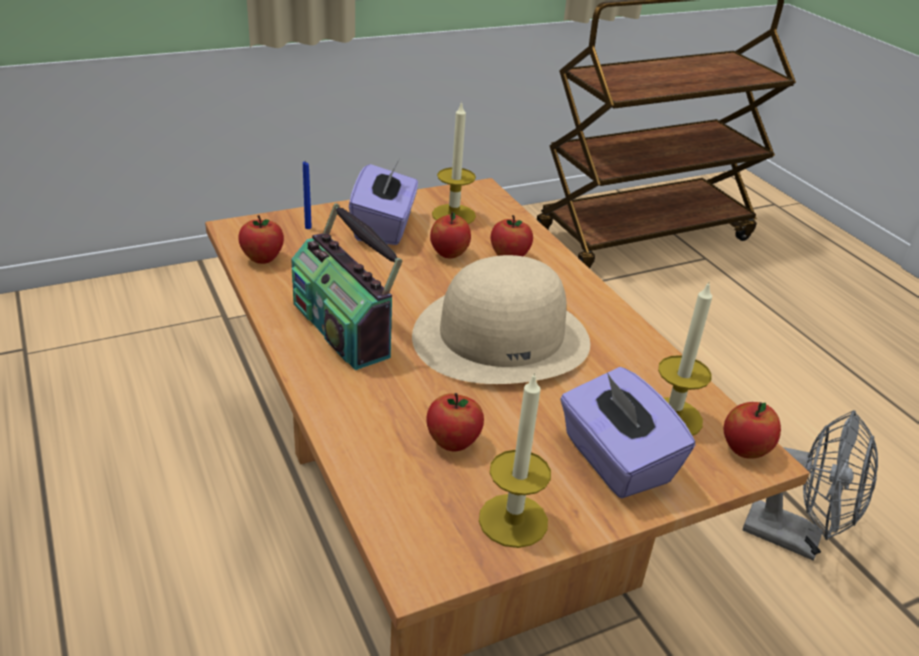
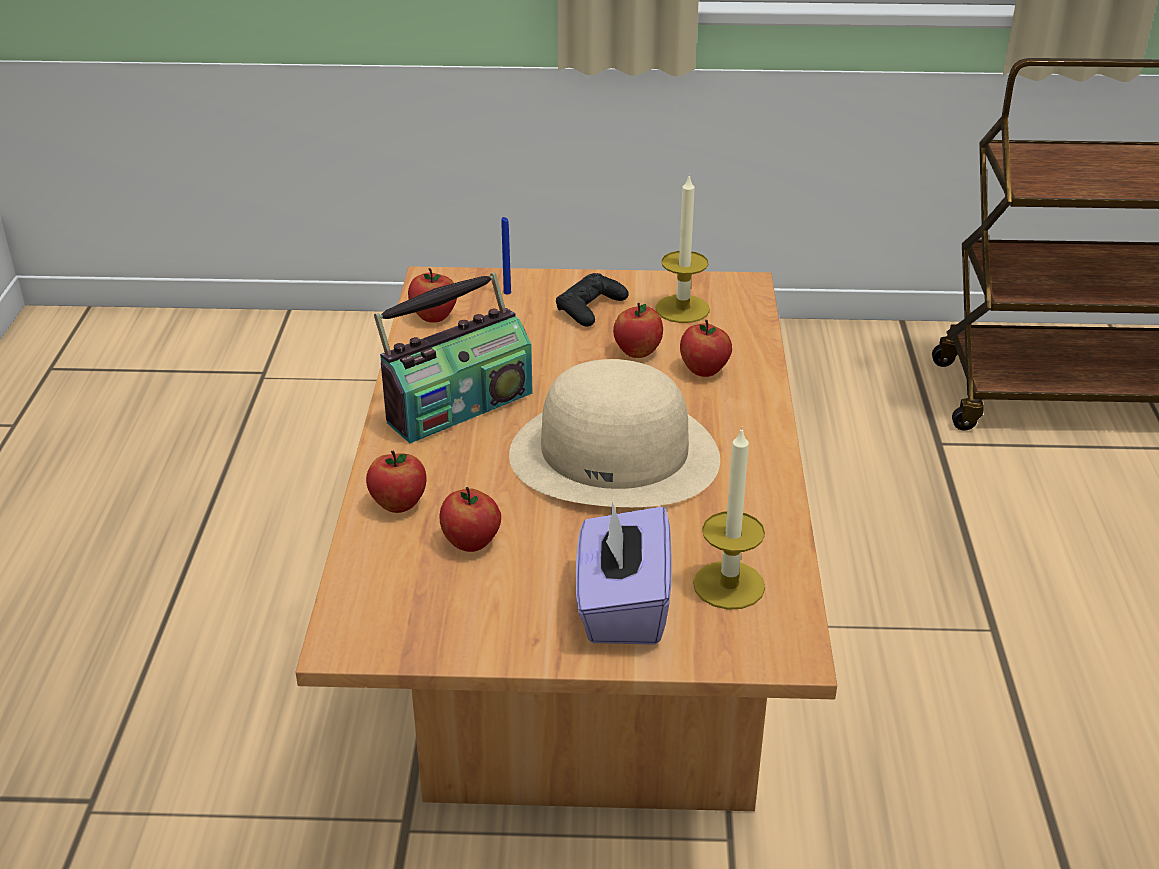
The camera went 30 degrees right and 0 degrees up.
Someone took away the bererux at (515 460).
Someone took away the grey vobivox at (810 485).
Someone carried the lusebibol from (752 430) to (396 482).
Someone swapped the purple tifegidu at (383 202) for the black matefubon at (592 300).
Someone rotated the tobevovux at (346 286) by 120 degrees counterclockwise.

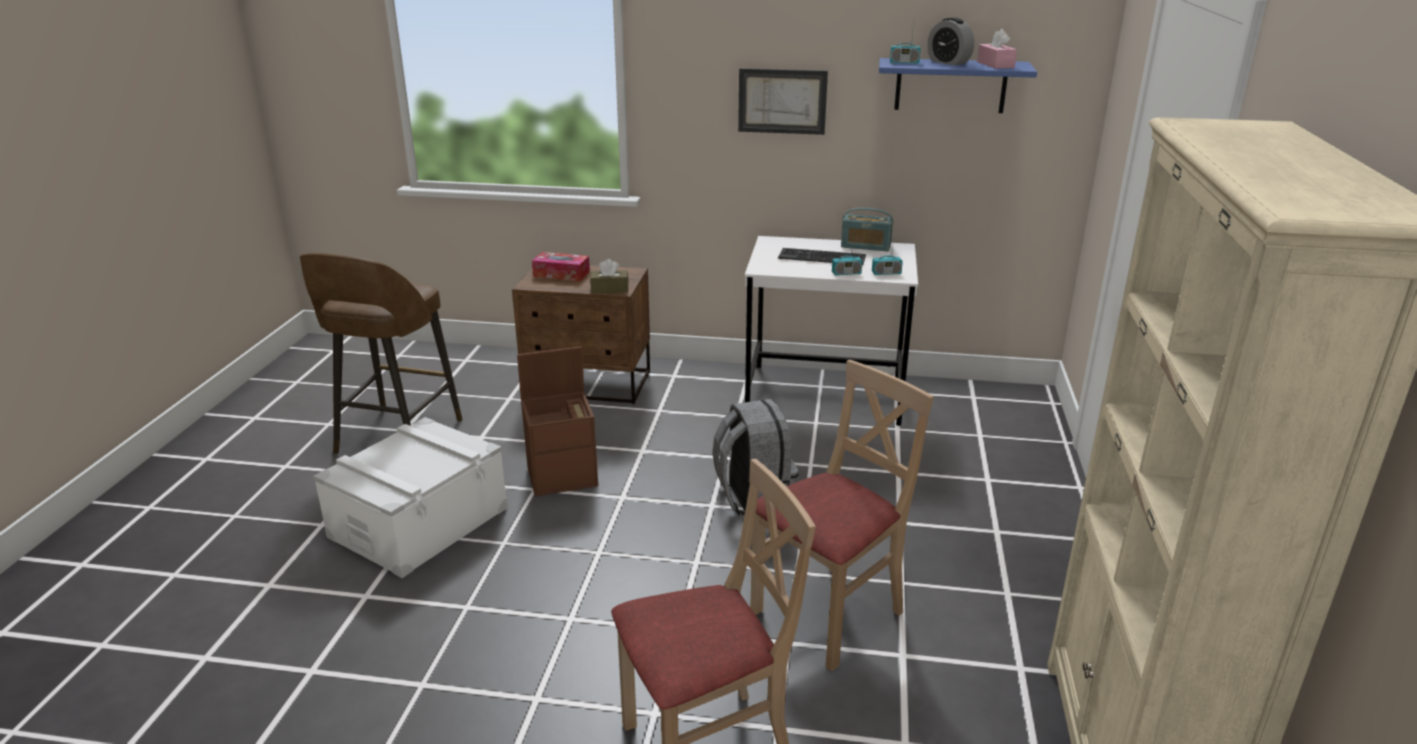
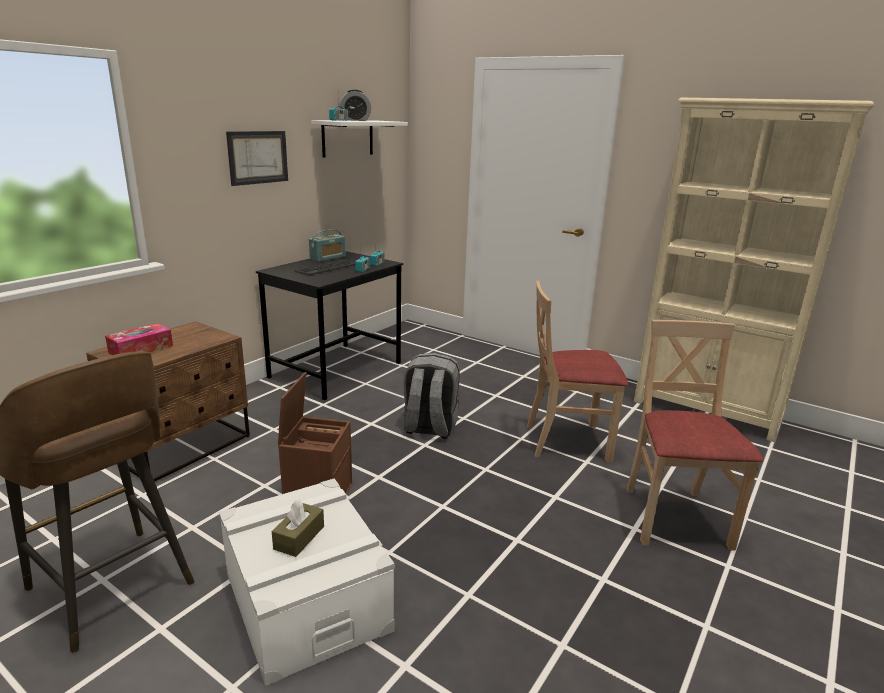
The camera went 65 degrees left and 5 degrees down.
Someone took away the pink tifegidu at (997 49).
Someone carried the brown tifegidu from (609 276) to (298 528).
Someone repainted the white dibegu at (831 331), which became the black dibegu at (329 325).
Someone repainted the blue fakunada at (958 85), which became the white fakunada at (359 138).
Someone rotated the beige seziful at (842 515) by 75 degrees counterclockwise.

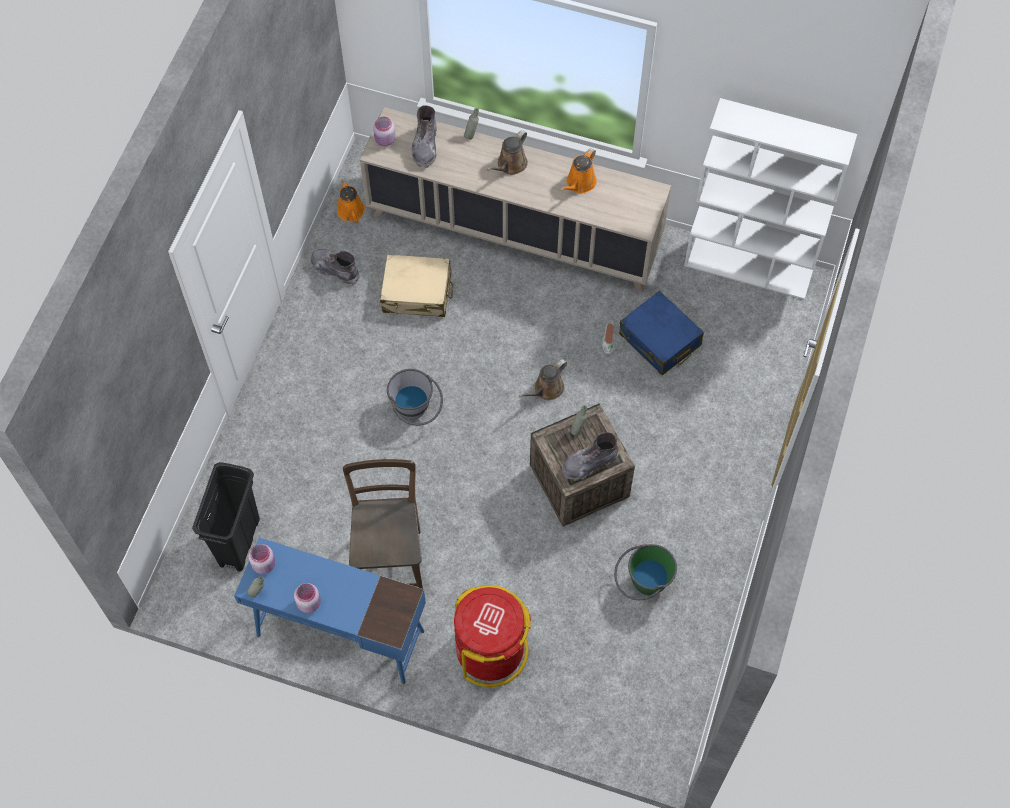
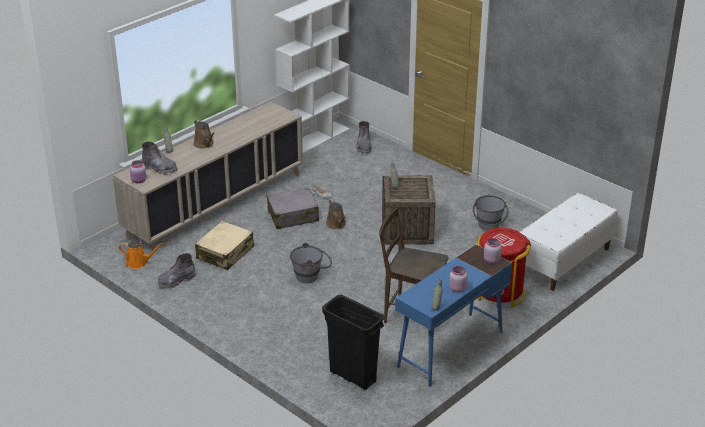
The camera went 65 degrees left and 30 degrees down.
Someone took away the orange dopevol at (578 171).
Someone took away the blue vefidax at (661 333).
Someone put down the grey vefidax at (293 208).
Someone put down the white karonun at (569 242).
Someone carried the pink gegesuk from (261 559) to (493 251).
Someone carried the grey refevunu from (590 456) to (364 137).
Someone repainted the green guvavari at (645 572), which became the grey guvavari at (490 212).

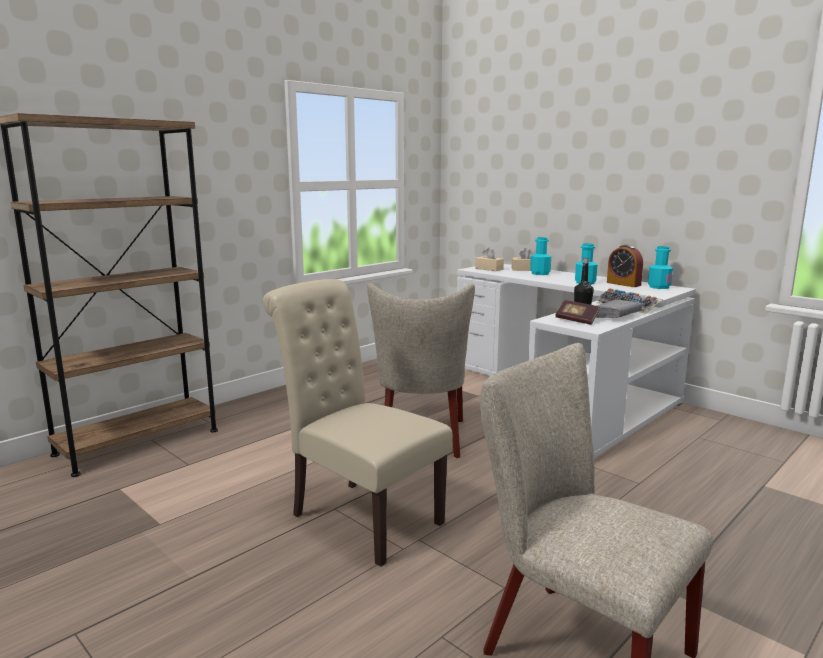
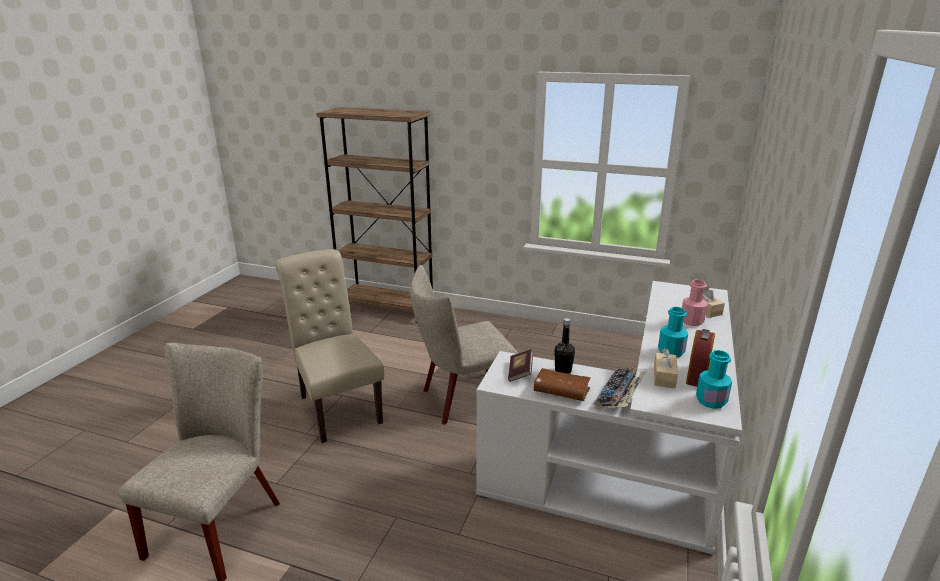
The camera went 65 degrees right and 10 degrees up.
Someone carried the beige tifegidu from (489 259) to (666 368).
Someone repainted the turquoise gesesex at (540 256), which became the pink gesesex at (695 303).
Someone repainted the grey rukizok at (619 308), which became the brown rukizok at (562 384).
Someone rotated the beige seziful at (358 423) by 45 degrees counterclockwise.

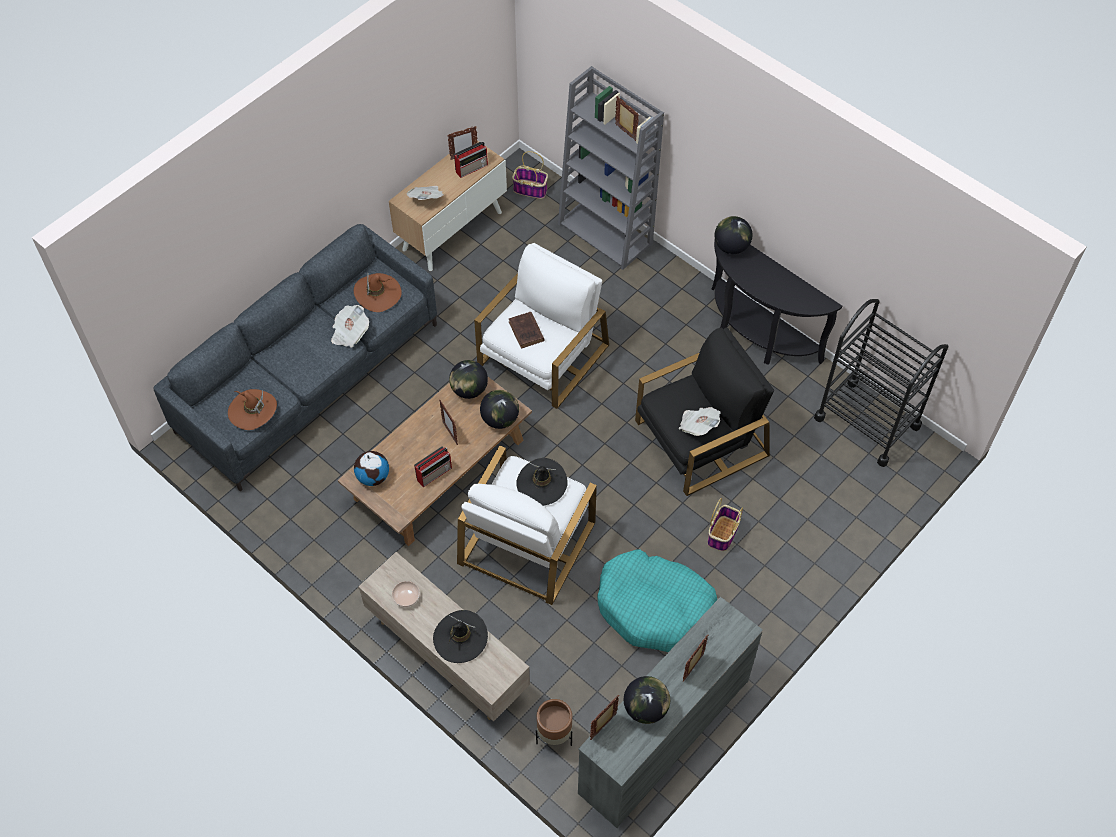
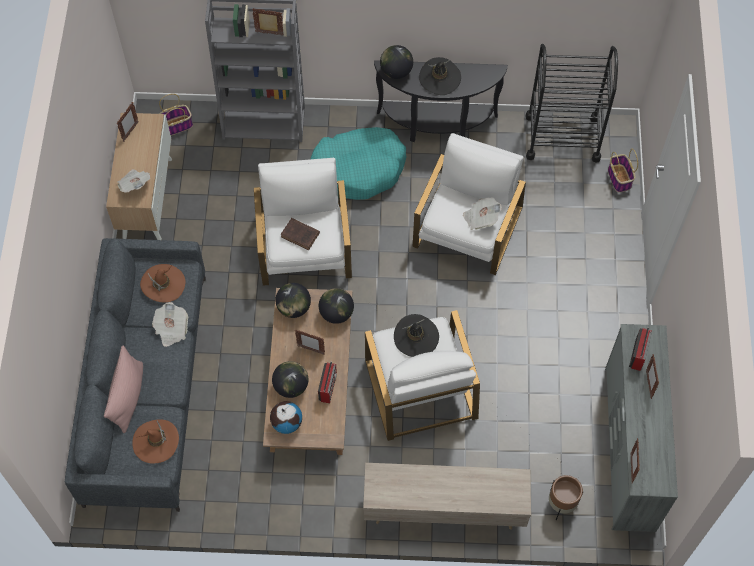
The camera went 40 degrees left and 5 degrees up.
Someone took away the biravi at (406 594).
Someone put down the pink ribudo at (123 389).
Someone carried the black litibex from (460 636) to (440 76).
Someone carried the tobevovux from (471 160) to (640 349).
Someone carried the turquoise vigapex from (657 600) to (358 163).
Someone carried the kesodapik from (647 700) to (290 379).
Someone carried the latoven from (725 524) to (623 171).
Someone repainted the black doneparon at (704 411), which became the white doneparon at (469 204).

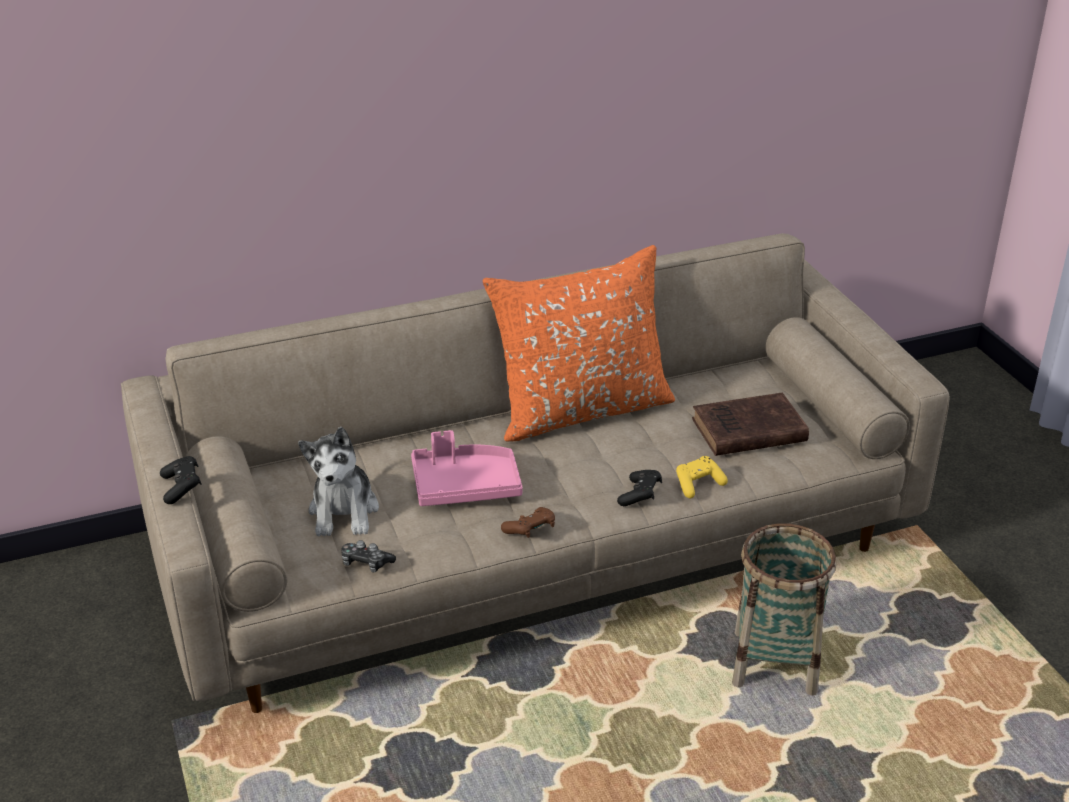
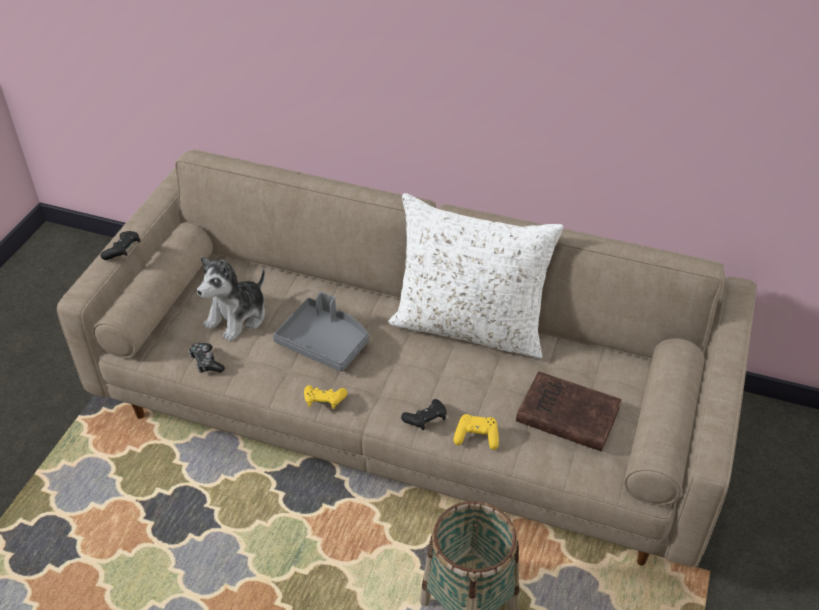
The camera went 40 degrees right and 10 degrees up.
Someone repainted the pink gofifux at (467 468), which became the grey gofifux at (321 332).
Someone repainted the orange ribudo at (579 343), which became the white ribudo at (476 276).
Someone repainted the brown matefubon at (528 522), which became the yellow matefubon at (325 397).

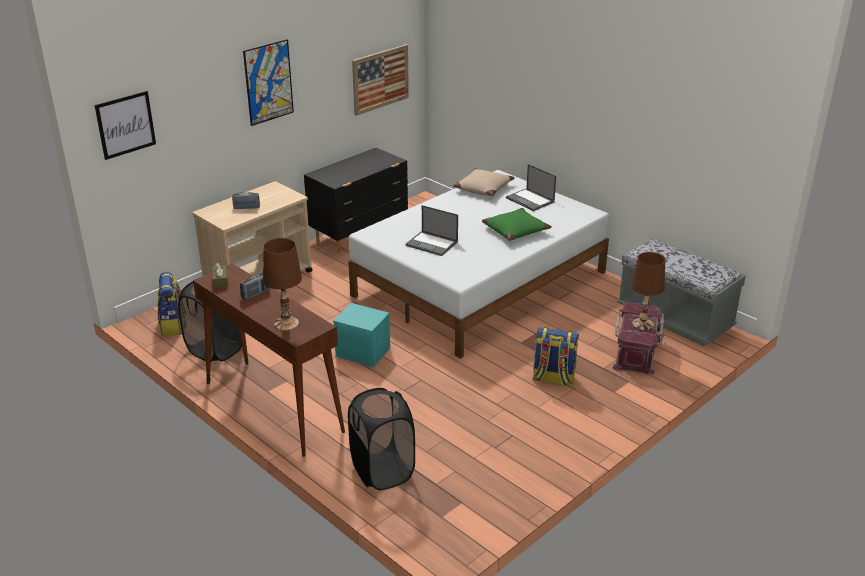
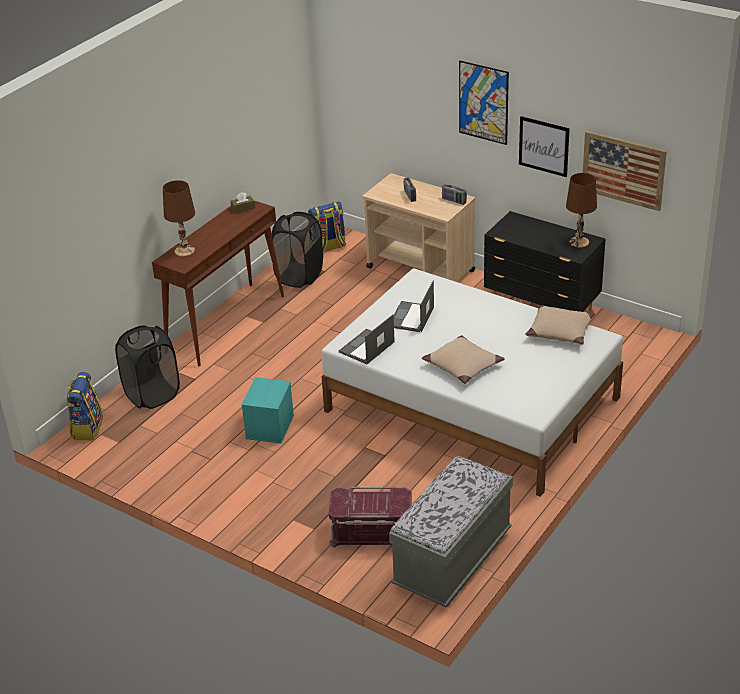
The camera went 80 degrees right and 5 degrees up.
Someone carried the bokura from (125 125) to (544 146).
Someone carried the tobevovux from (255 286) to (454 194).
Someone carried the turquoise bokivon from (362 335) to (268 410).
Someone carried the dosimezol from (531 187) to (367 339).
Someone carried the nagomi from (555 357) to (85 406).
Someone carried the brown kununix from (648 291) to (581 210).
Someone repainted the green ribudo at (517 224), which became the beige ribudo at (463 359).

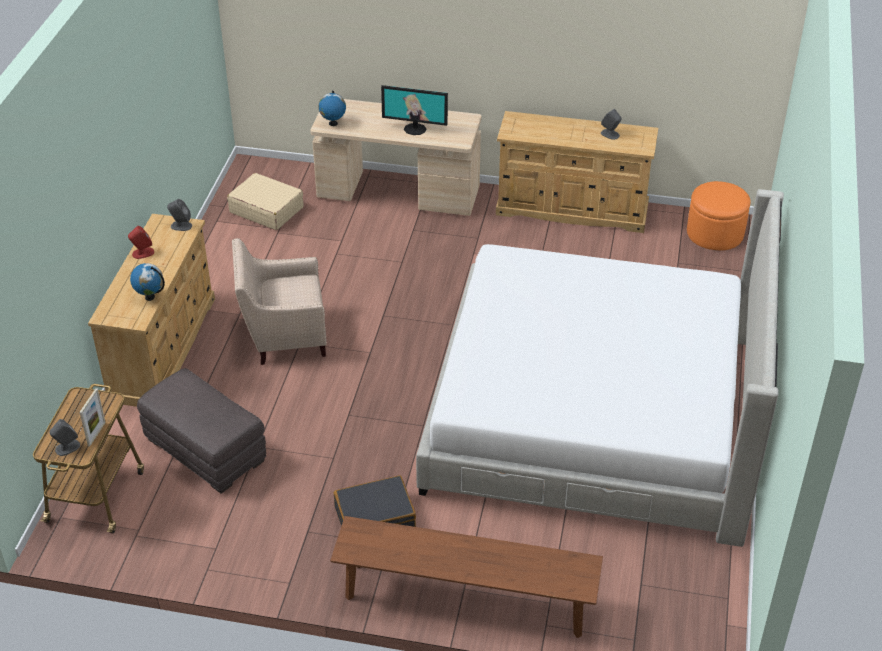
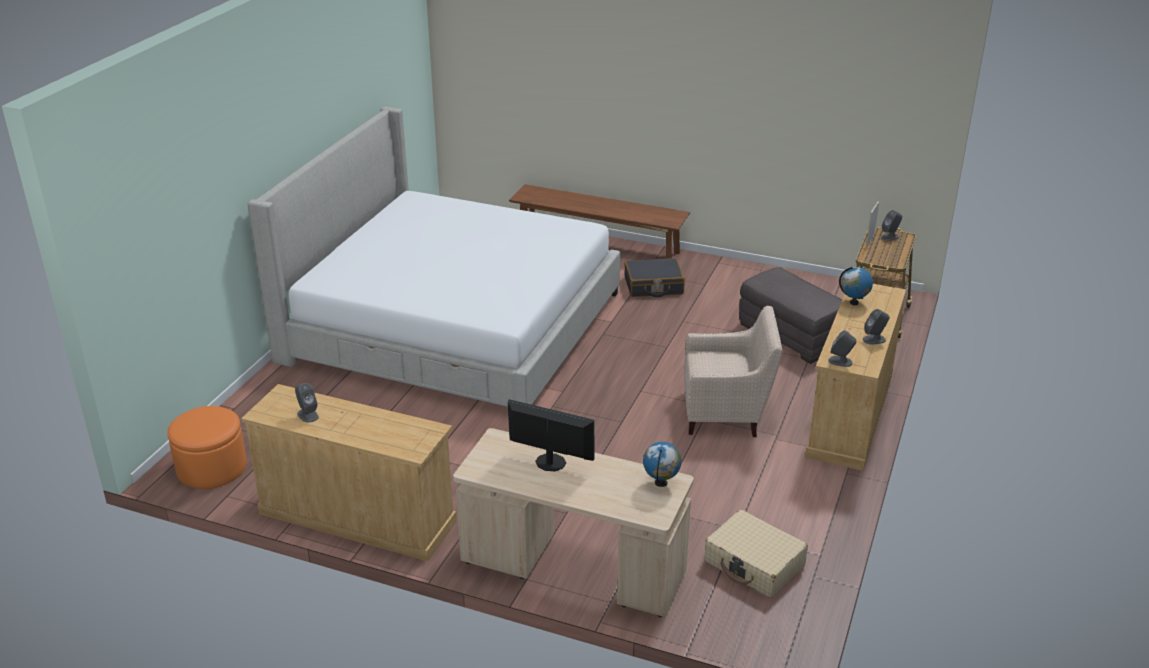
The camera went 170 degrees left and 10 degrees down.
Someone repainted the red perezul at (141 242), which became the grey perezul at (876 326).

